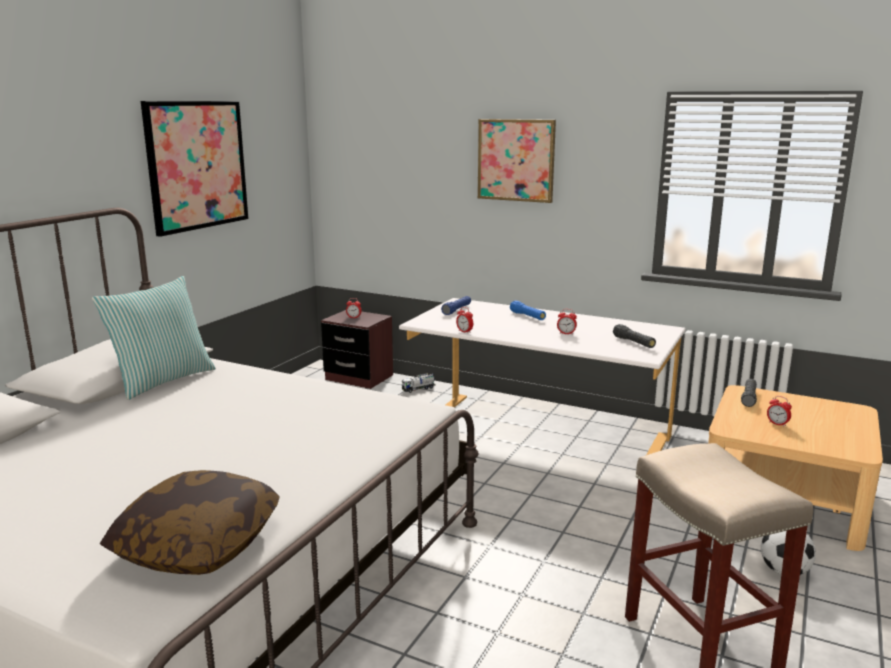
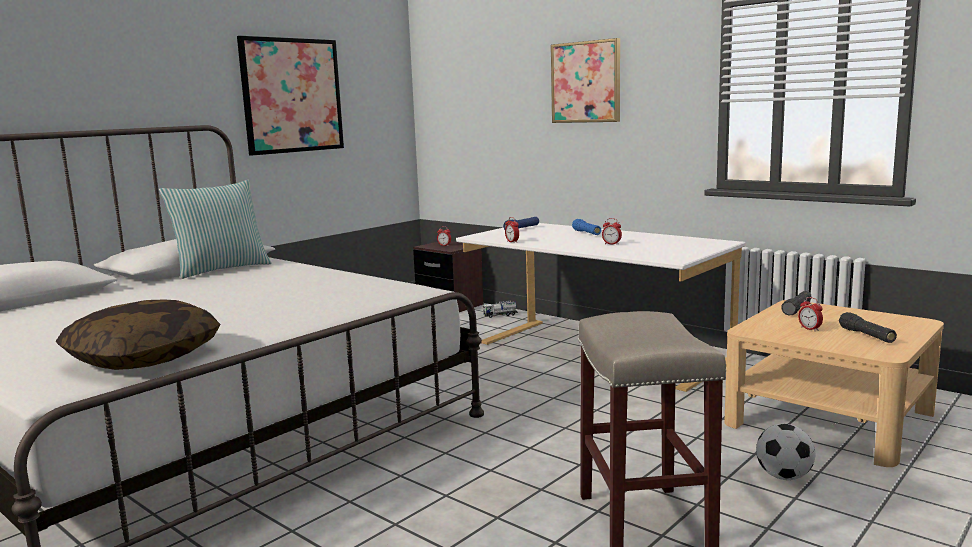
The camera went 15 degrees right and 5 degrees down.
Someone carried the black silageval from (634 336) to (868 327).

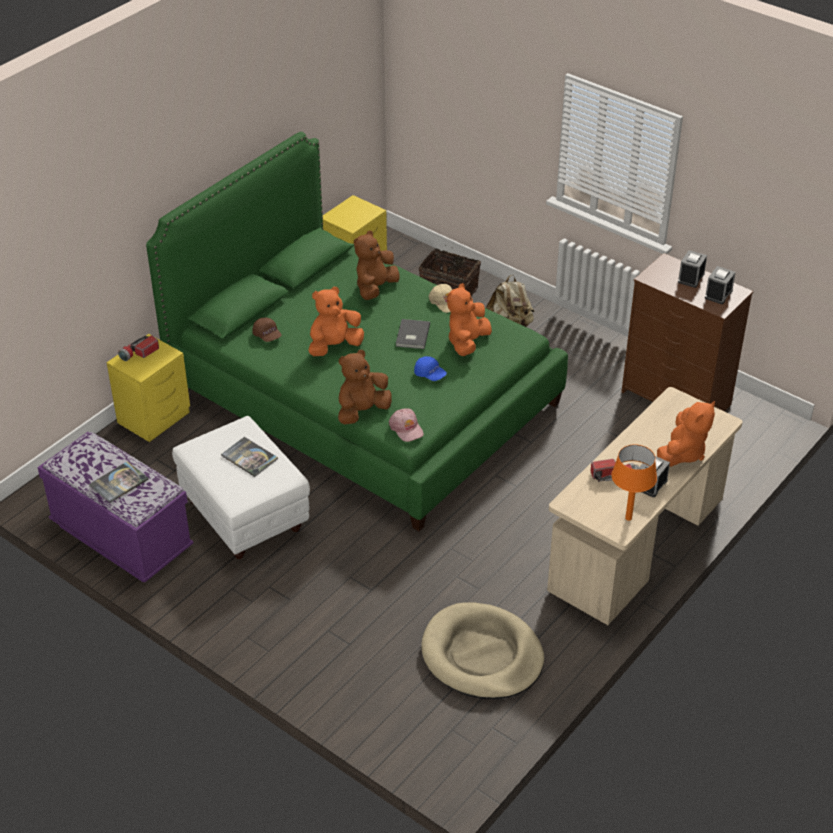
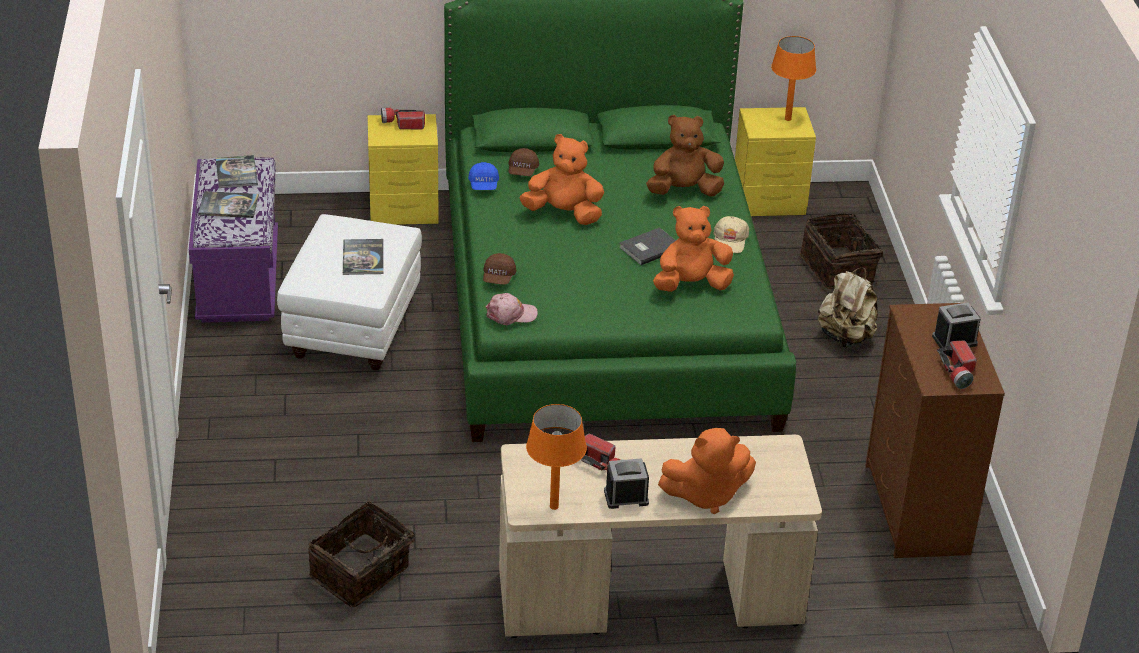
The camera went 45 degrees right and 5 degrees down.
Someone put down the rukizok at (236 171).
Someone put down the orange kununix at (793 78).
Someone carried the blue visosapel from (430 368) to (483 176).
Someone swapped the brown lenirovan at (365 387) for the brown visosapel at (500 269).
Someone swapped the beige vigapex at (482 650) for the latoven at (365 554).
Someone swapped the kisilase at (720 285) for the silageval at (957 365).
Someone rotated the pink visosapel at (406 425) by 120 degrees counterclockwise.

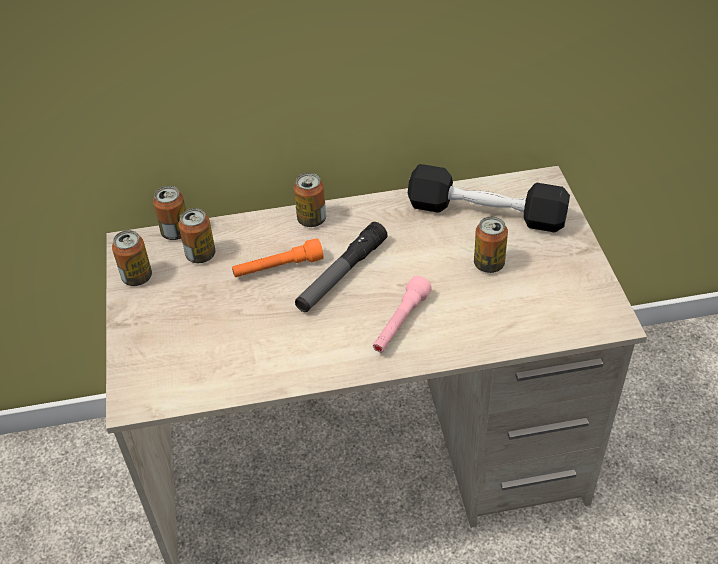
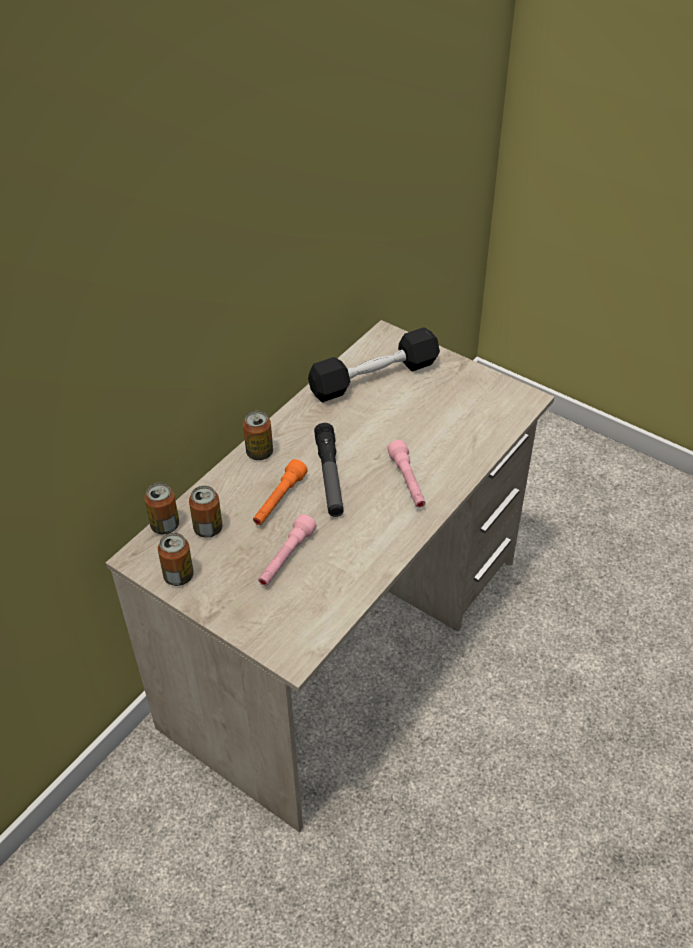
The camera went 45 degrees left and 0 degrees up.
Someone took away the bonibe at (491 244).
Someone put down the pink silageval at (287 550).

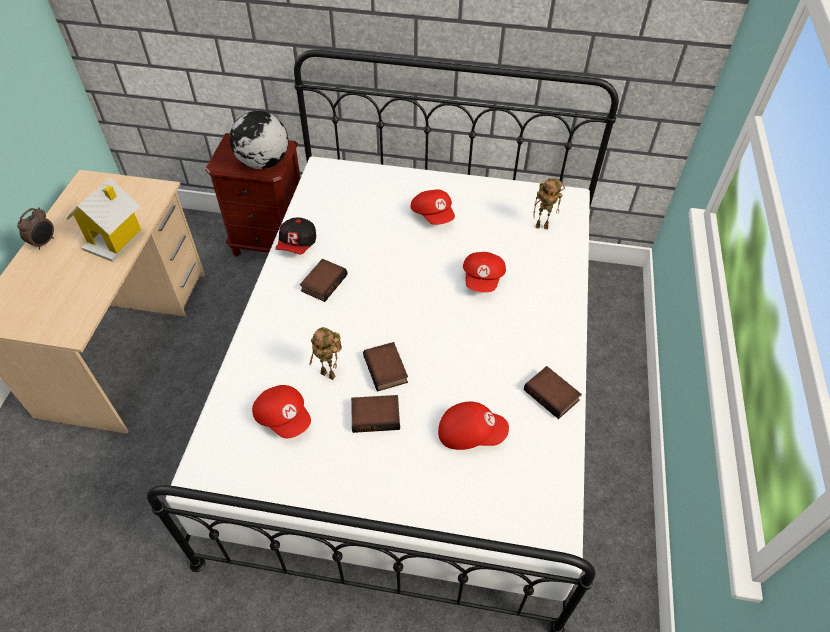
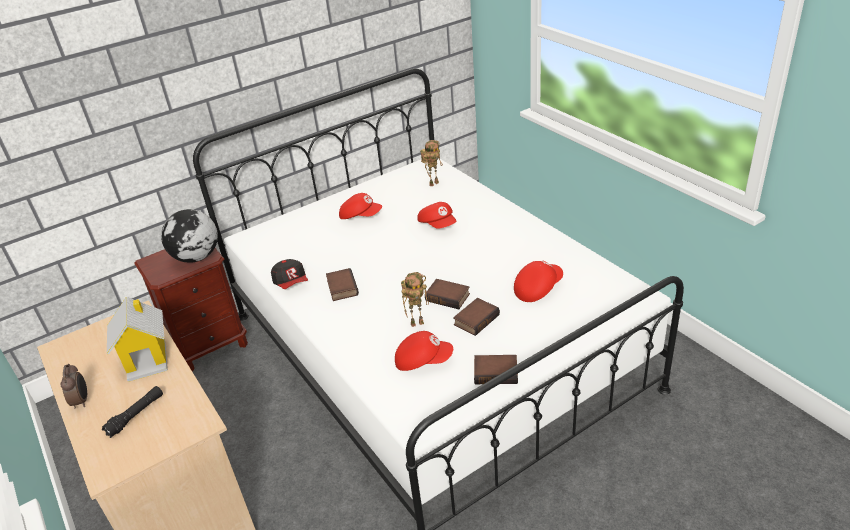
The camera went 40 degrees left and 15 degrees down.
Someone put down the black silageval at (132 412).
Someone carried the rukizok from (553 392) to (496 370).

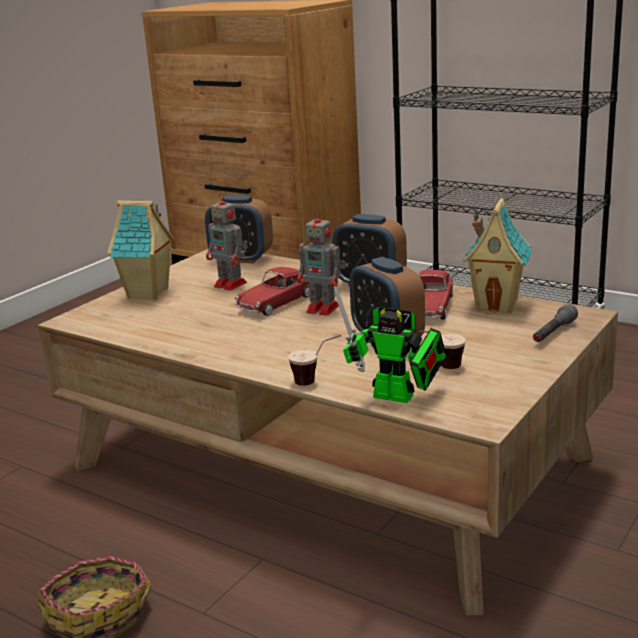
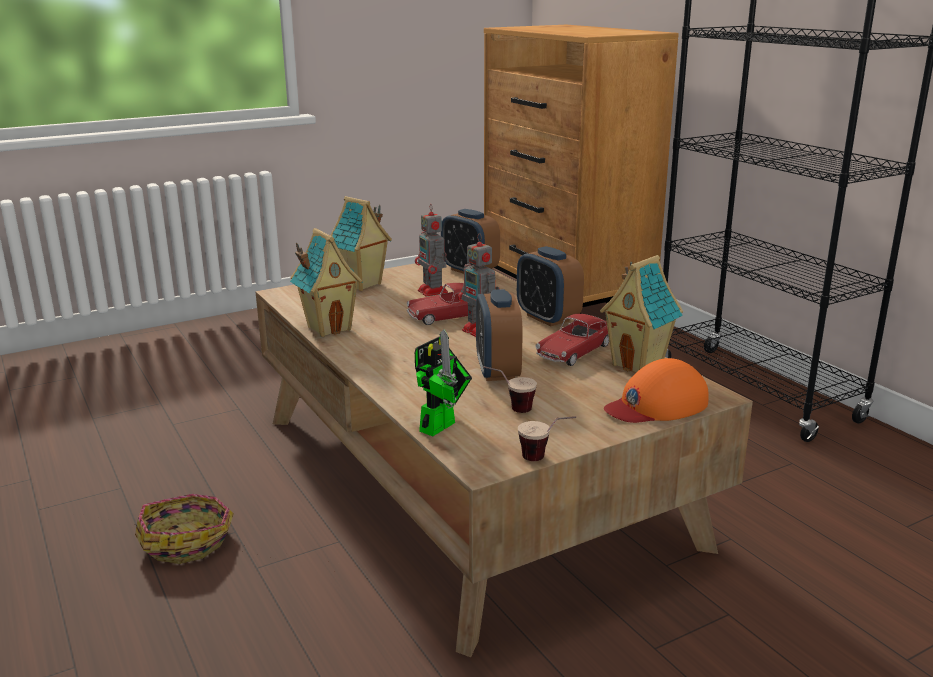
The camera went 25 degrees right and 0 degrees up.
Someone put down the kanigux at (326 282).
Someone carried the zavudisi from (314 360) to (547 438).
Someone swapped the grey silageval at (555 323) for the orange visosapel at (656 390).
Someone rotated the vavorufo at (390 344) by 105 degrees counterclockwise.

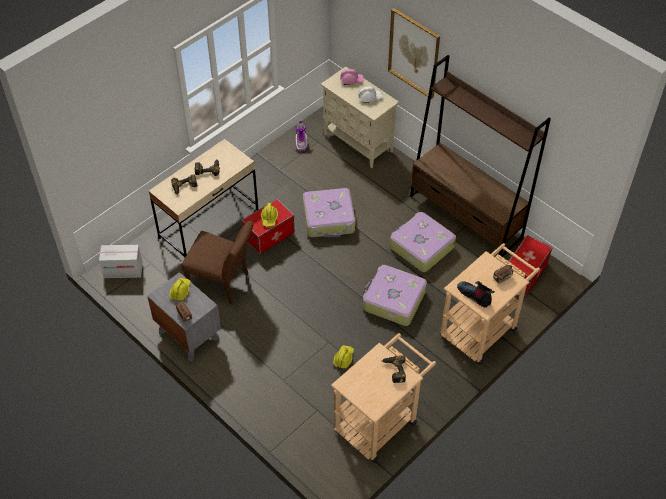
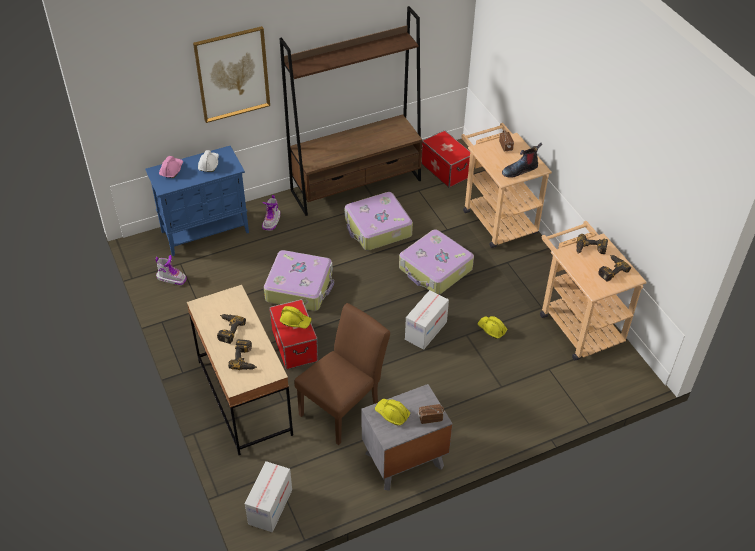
The camera went 70 degrees left and 5 degrees down.
Someone put down the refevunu at (271 213).
Someone put down the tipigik at (427 320).
Someone put down the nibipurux at (614 268).
Someone repainted the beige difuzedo at (360 117), which became the blue difuzedo at (197 201).

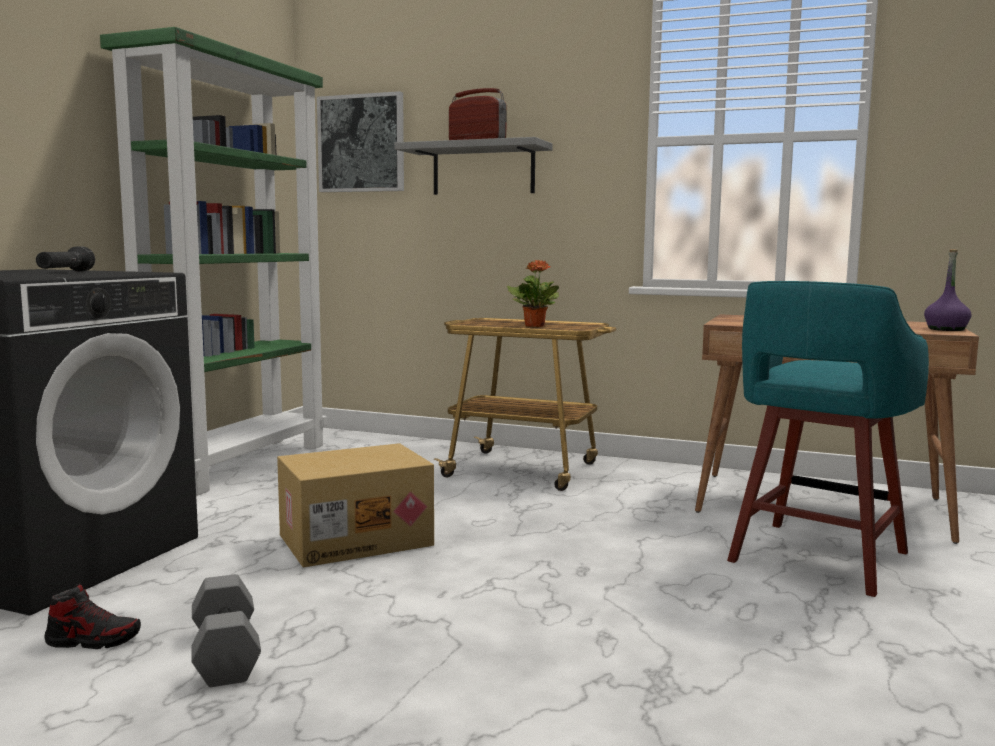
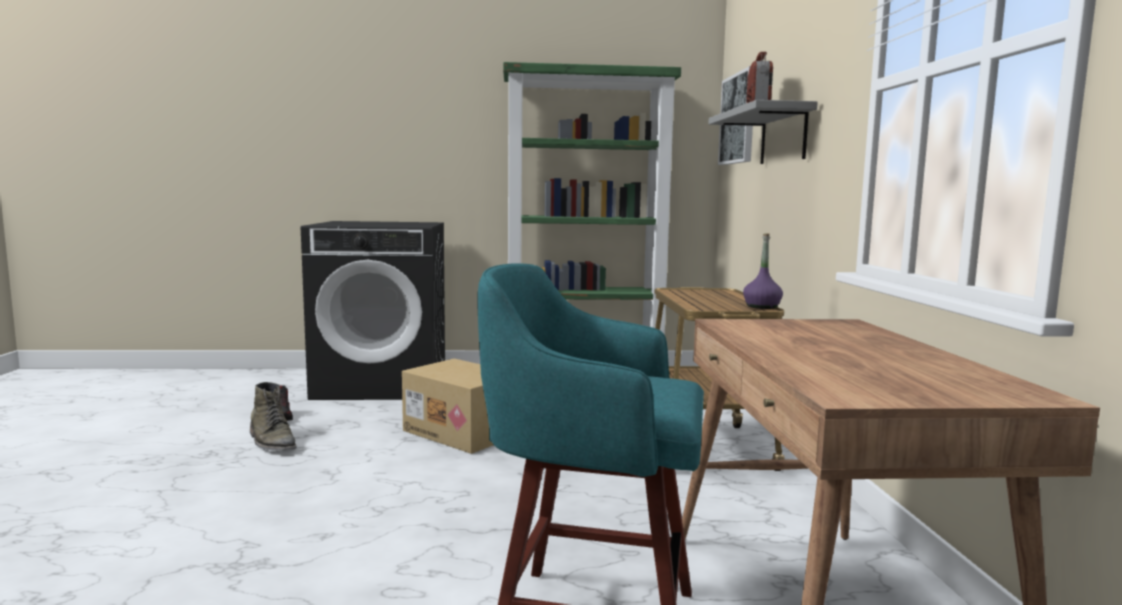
The camera went 65 degrees right and 0 degrees up.
Someone took away the black silageval at (65 258).
Someone took away the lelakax at (533 293).
Someone carried the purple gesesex from (947 290) to (763 271).
Someone swapped the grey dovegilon at (226 630) for the green refevunu at (273 416).

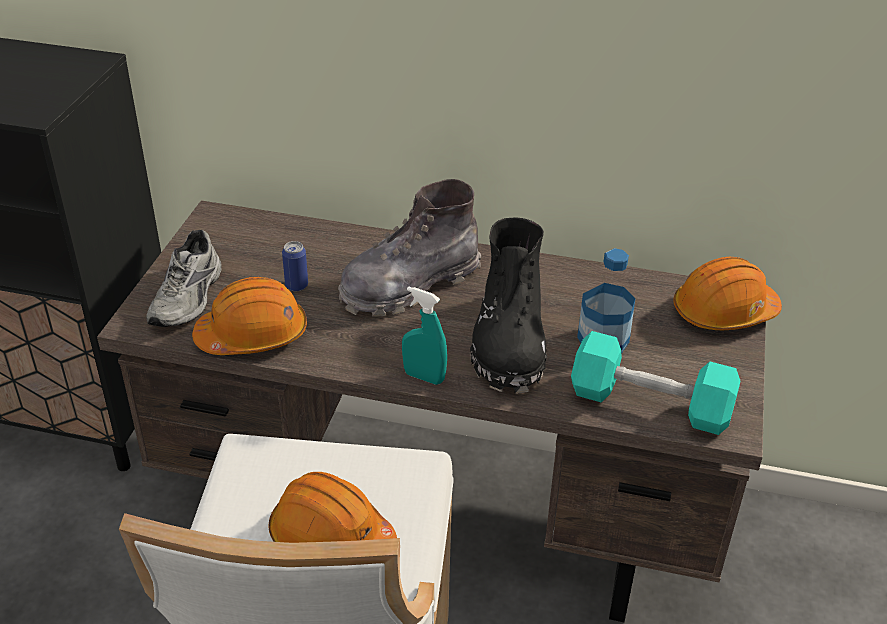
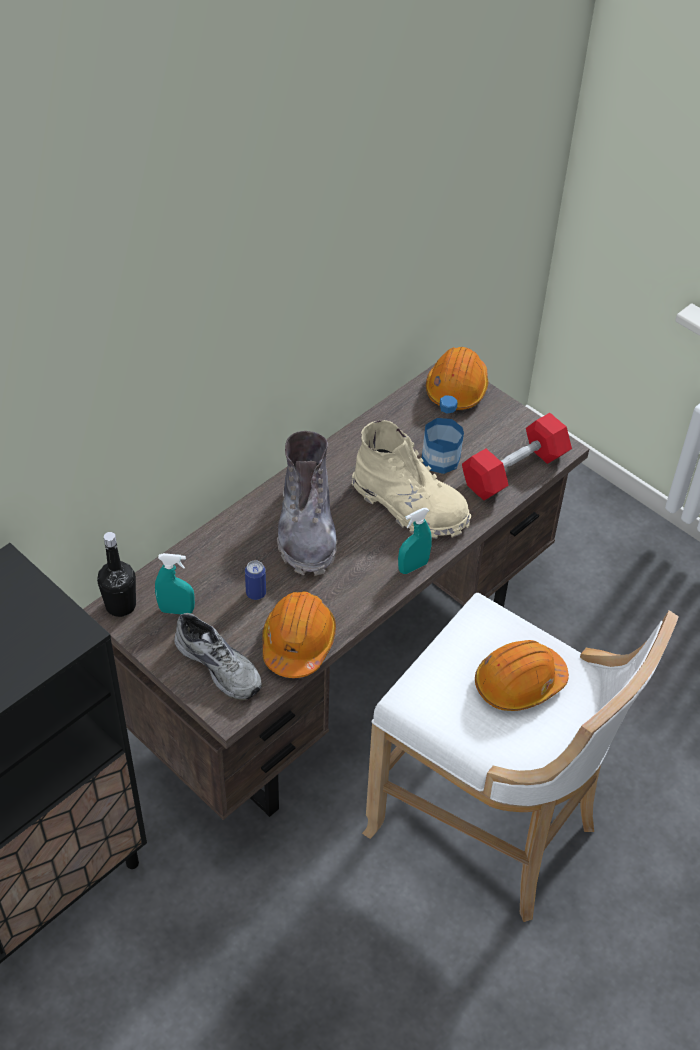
The camera went 60 degrees left and 10 degrees up.
Someone put down the black gesesex at (116 574).
Someone put down the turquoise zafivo at (175 583).
Someone repainted the black refevunu at (508 305), which became the beige refevunu at (411 479).
Someone repainted the turquoise dovegilon at (655 383), which became the red dovegilon at (517 456).

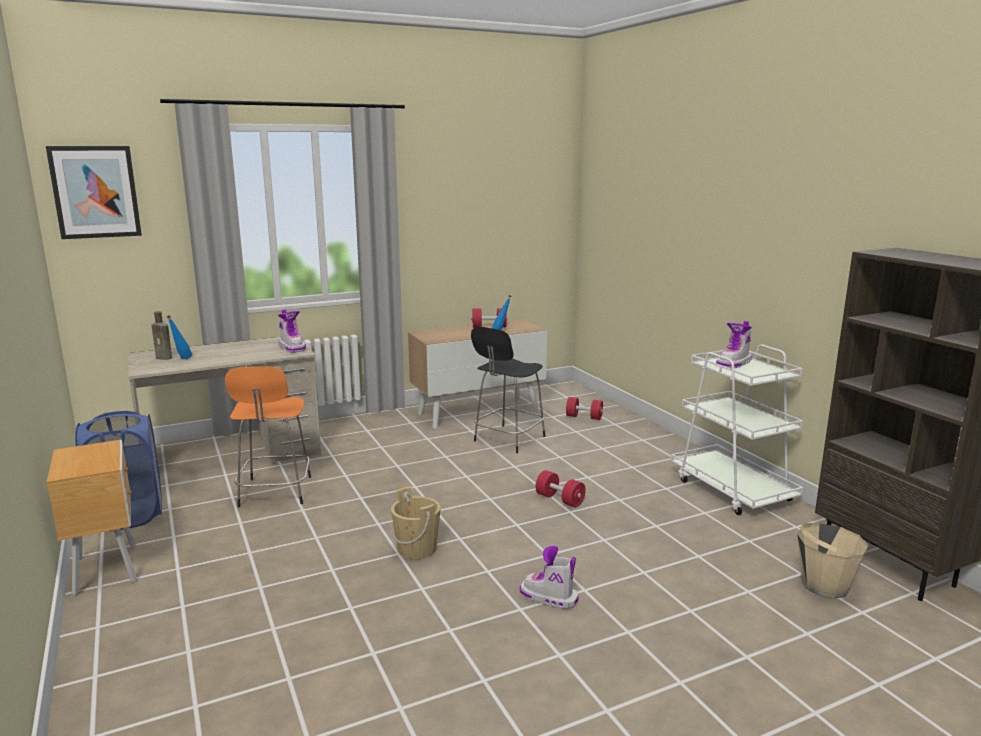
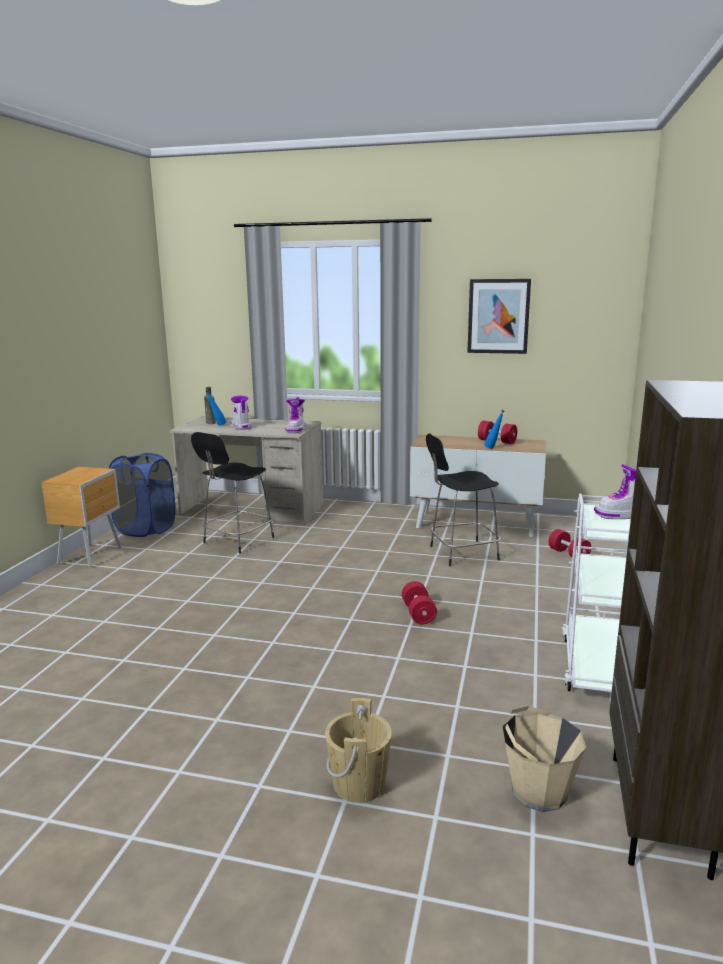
The camera went 40 degrees right and 0 degrees up.
Someone carried the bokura from (94 192) to (499 316).
Someone carried the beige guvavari from (416 522) to (358 750).
Someone carried the refevunu from (549 577) to (241 413).
Someone repainted the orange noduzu at (268 436), which became the black noduzu at (232 492).

